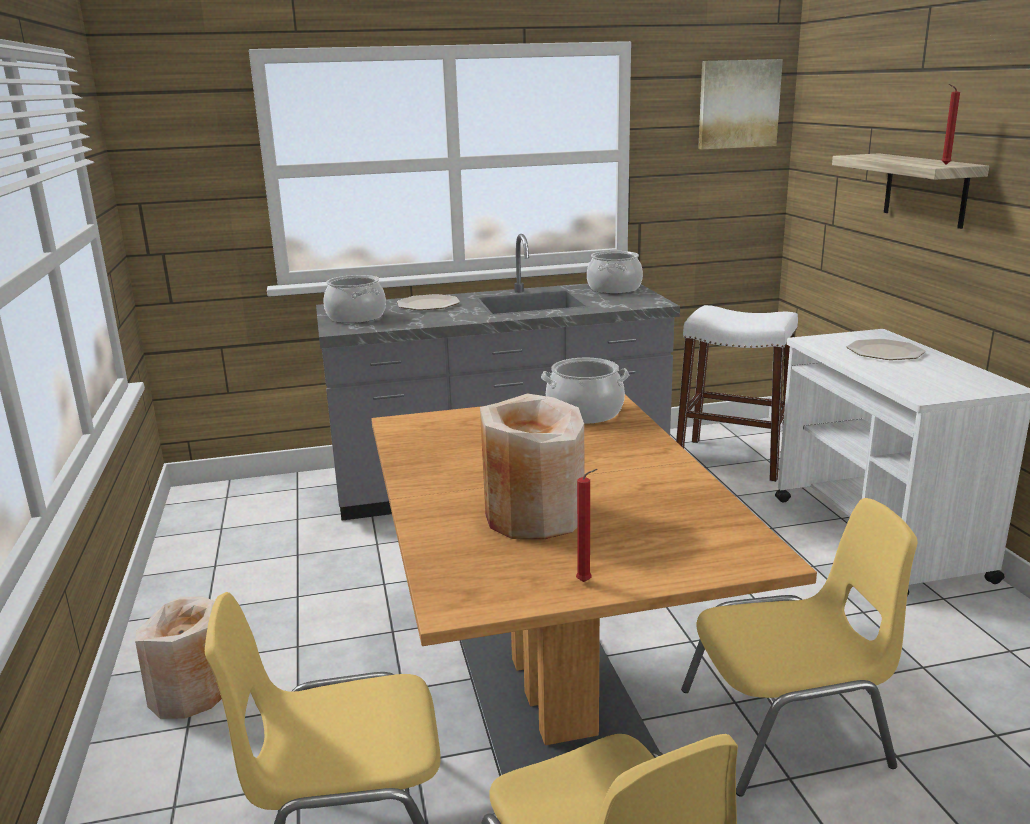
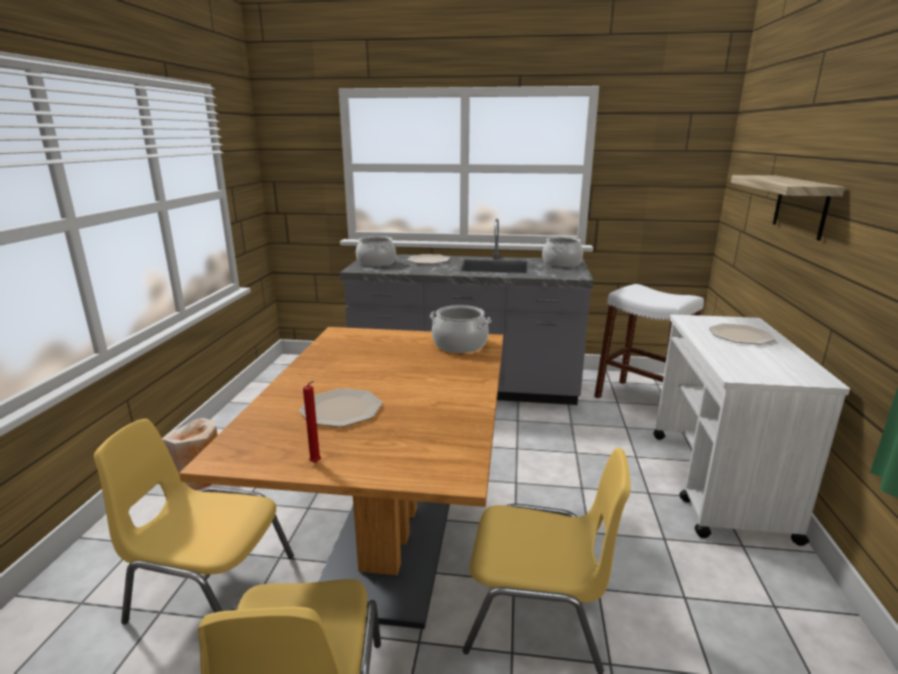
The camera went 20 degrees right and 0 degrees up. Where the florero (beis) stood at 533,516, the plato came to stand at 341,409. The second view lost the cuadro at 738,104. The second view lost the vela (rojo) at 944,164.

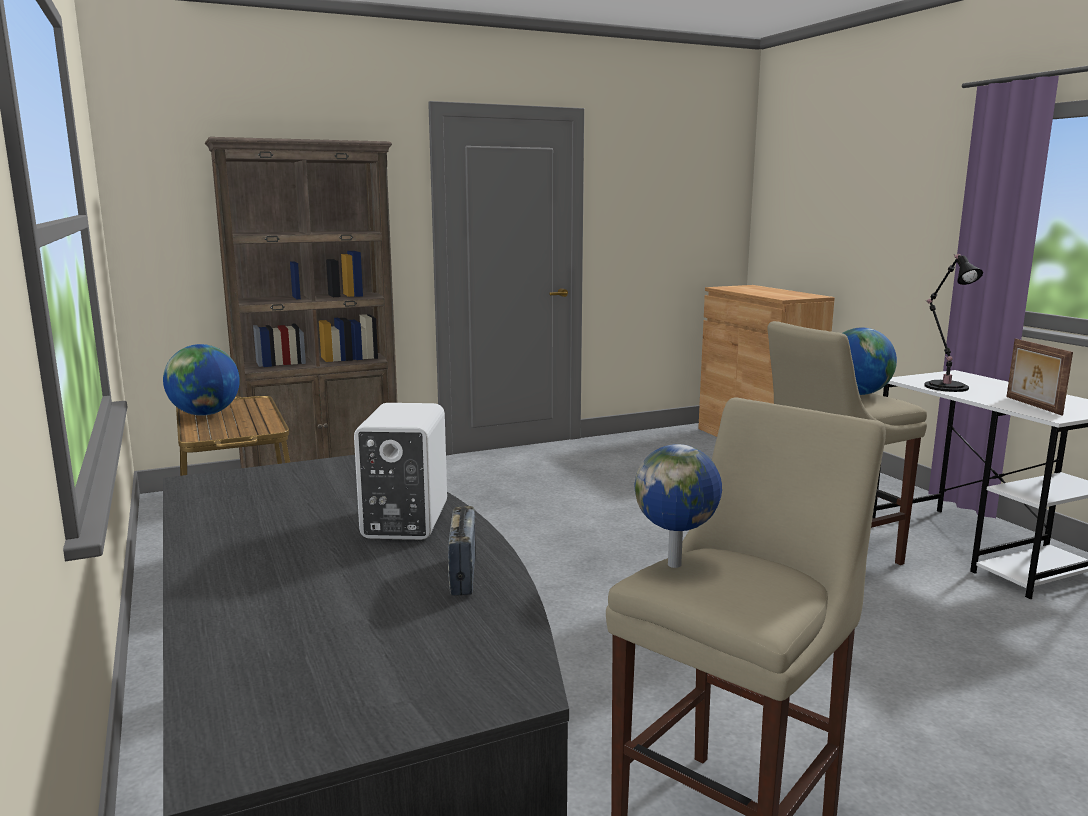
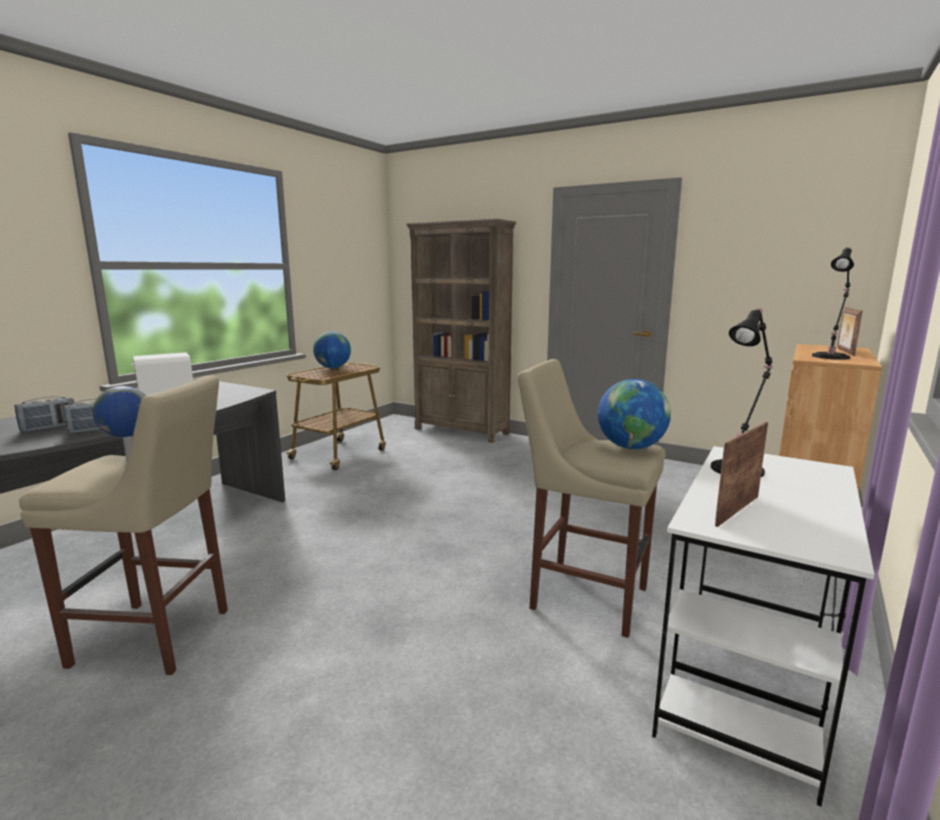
The camera went 55 degrees right and 0 degrees up. The second view gained the radio at 49,427. The second view gained the lámpara de mesa (negro) at 831,356. The second view gained the portarretratos at 844,352.

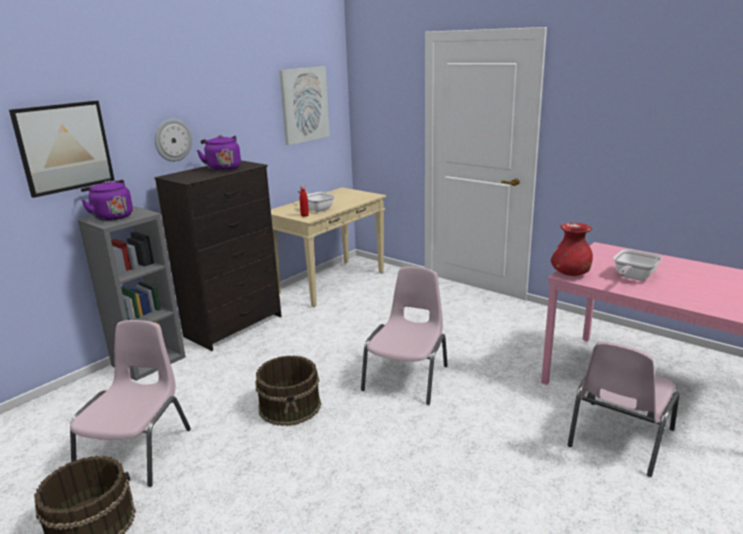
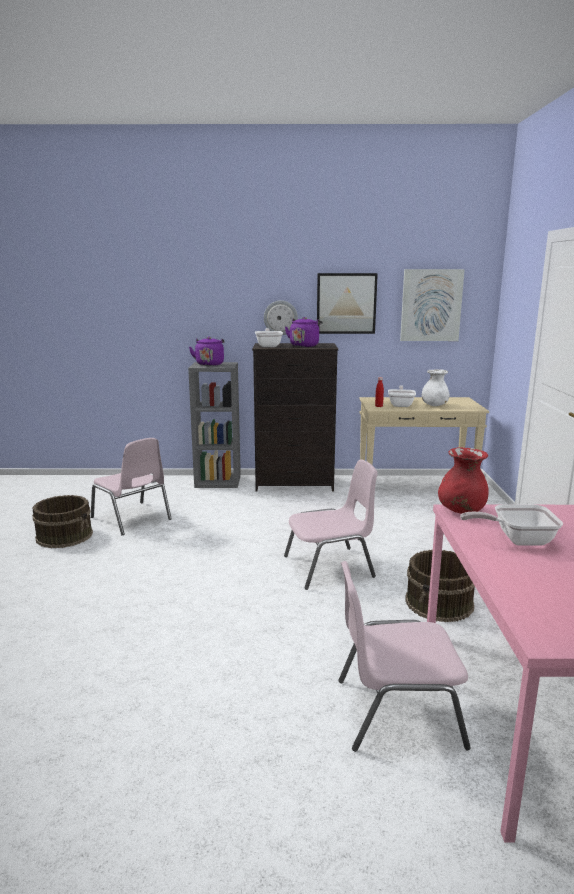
The camera went 50 degrees right and 5 degrees down. The silla (rosa) at 137,451 ended up facing another way, 75 degrees clockwise from before. The second view gained the sartén at 269,346. The cuadro ended up elsewhere, having gone from 64,147 to 346,303. The cubo (marrón) ended up elsewhere, having gone from 290,406 to 440,603. The second view gained the florero (blanco) at 434,405.

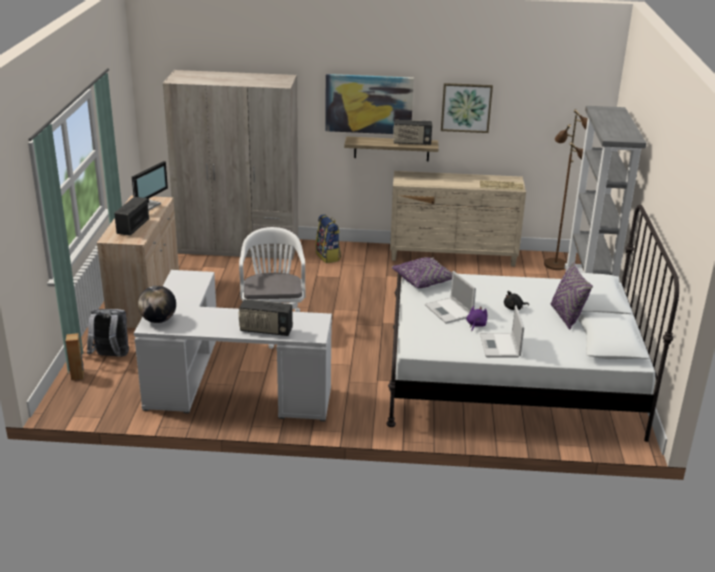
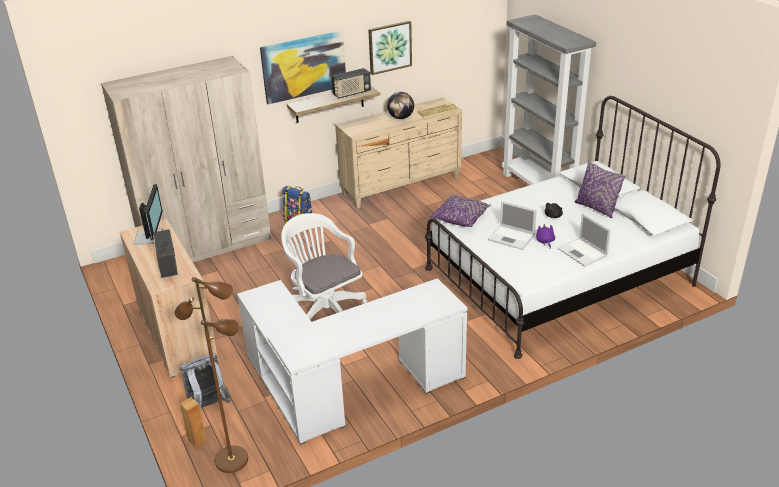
The camera went 30 degrees left and 5 degrees up. The lámpara de pie (marrón) ended up elsewhere, having gone from 556,264 to 232,459. The globo terráqueo ended up elsewhere, having gone from 158,320 to 401,118. The second view lost the radio at 266,330.

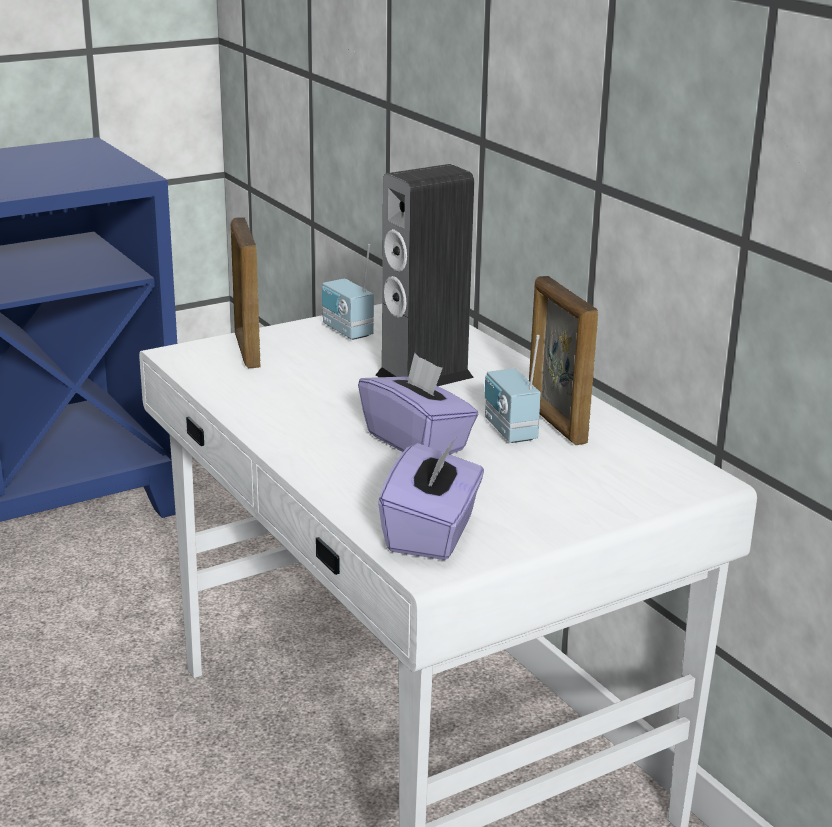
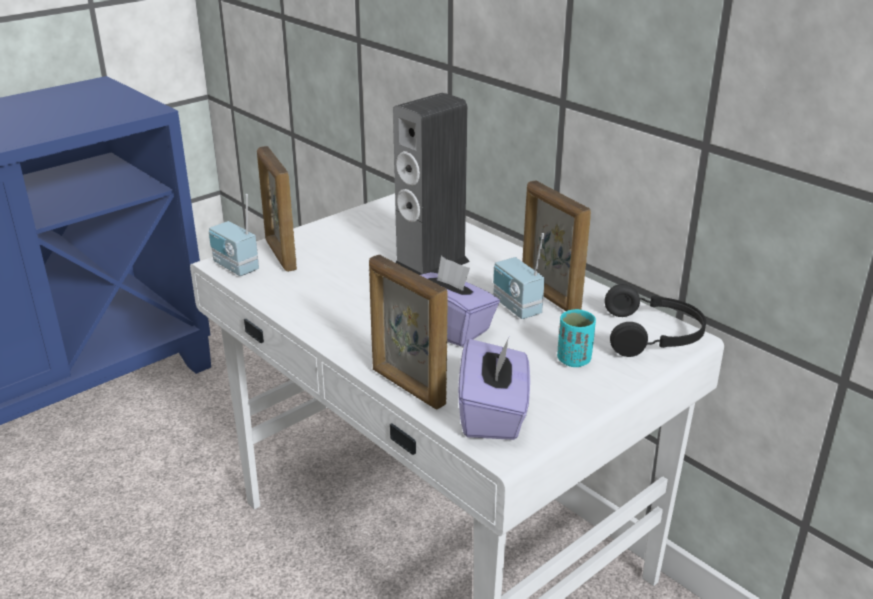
The camera went 10 degrees left and 5 degrees up. The radio ended up elsewhere, having gone from 346,331 to 234,267. The second view gained the portarretratos at 407,387. The second view gained the taza (turquesa) at 574,360. The second view gained the auriculares (negro) at 653,335.

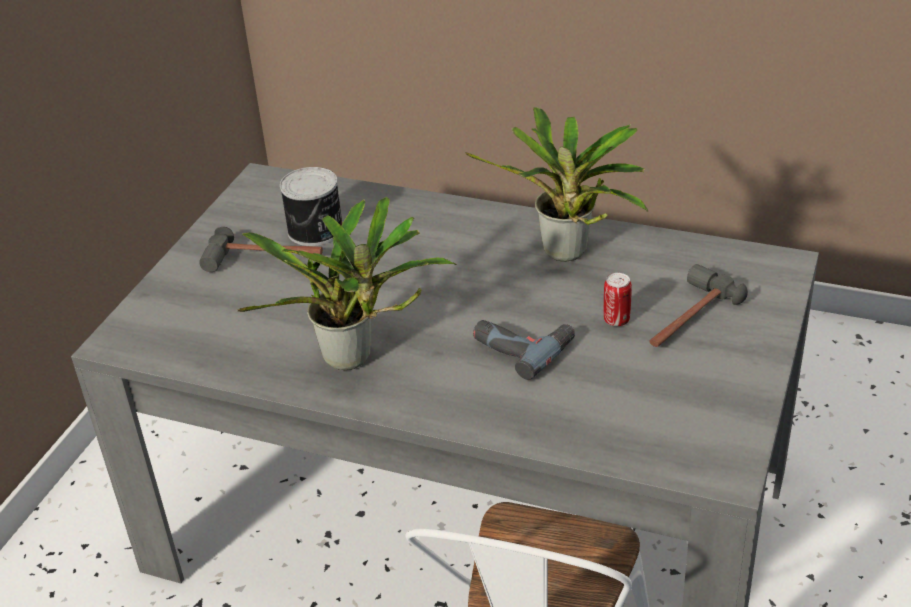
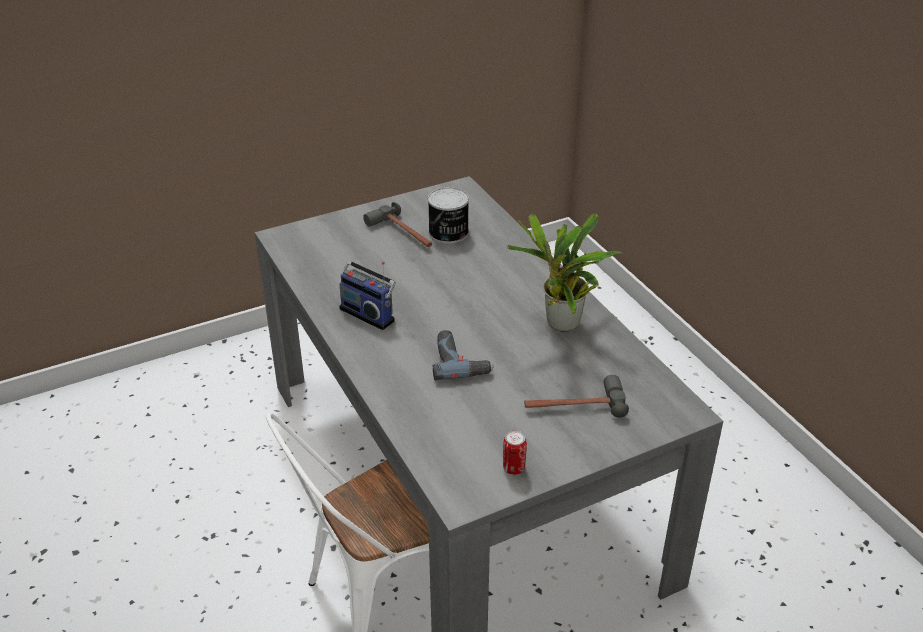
The camera went 40 degrees right and 0 degrees up. Where the planta en maceta stood at 354,359, the radio came to stand at 369,313. The lata ended up elsewhere, having gone from 616,320 to 513,468.

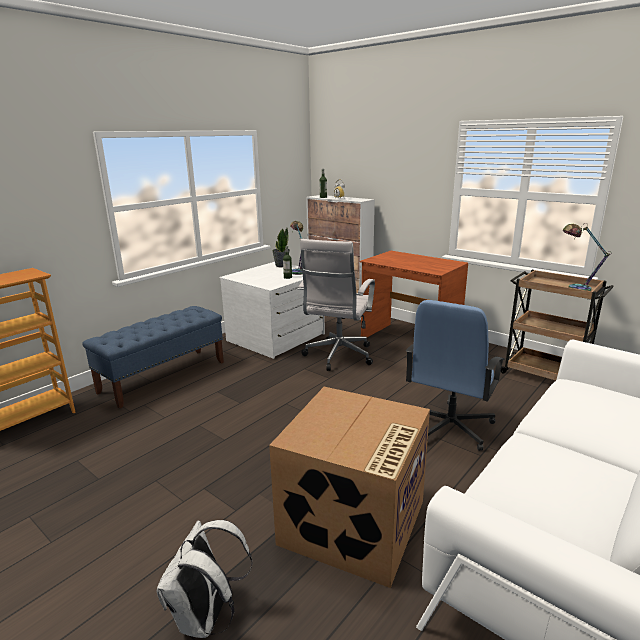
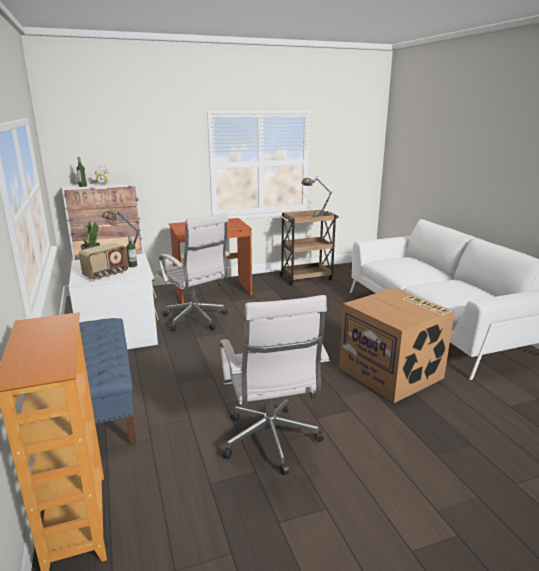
The camera went 60 degrees left and 0 degrees up. The second view gained the radio at 106,275. The second view gained the silla de oficina (blanco) at 271,442. The second view lost the mochila (blanco) at 207,617. The second view lost the silla de oficina (azul) at 449,426.

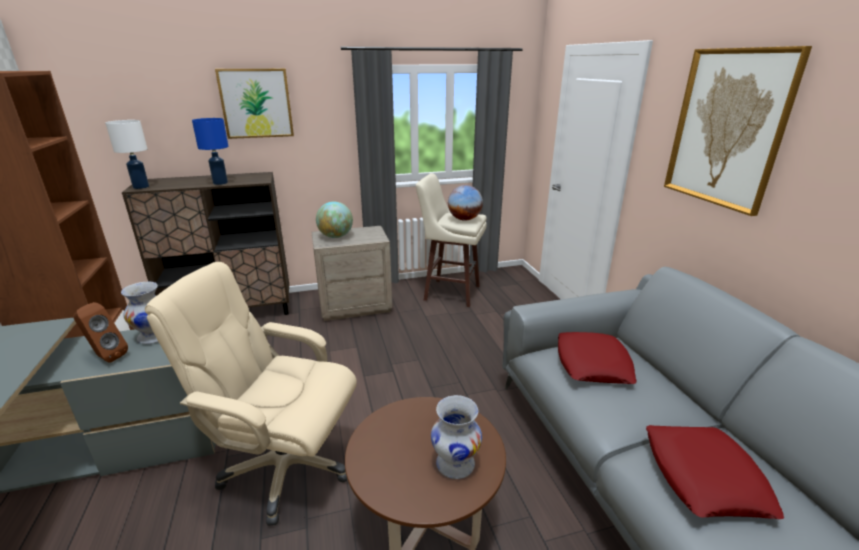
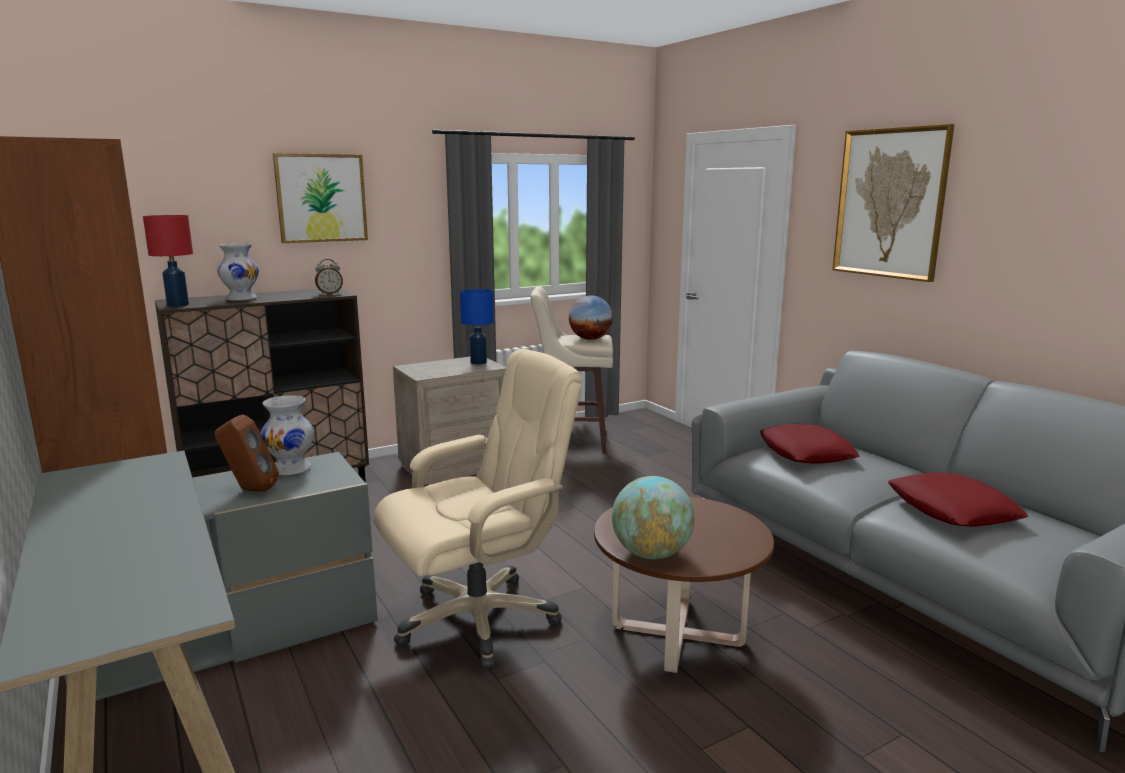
The camera went 15 degrees left and 10 degrees down. What was the lámpara de mesa (blanco) at 141,187 turned into the lámpara de mesa (rojo) at 177,305. The florero (blanco) ended up elsewhere, having gone from 455,463 to 241,299. The second view gained the despertador at 329,293. The silla de oficina (beis) at 285,467 ended up facing another way, 150 degrees clockwise from before. The lámpara de mesa (azul) ended up elsewhere, having gone from 220,183 to 478,362. The globo terráqueo ended up elsewhere, having gone from 336,236 to 651,554.

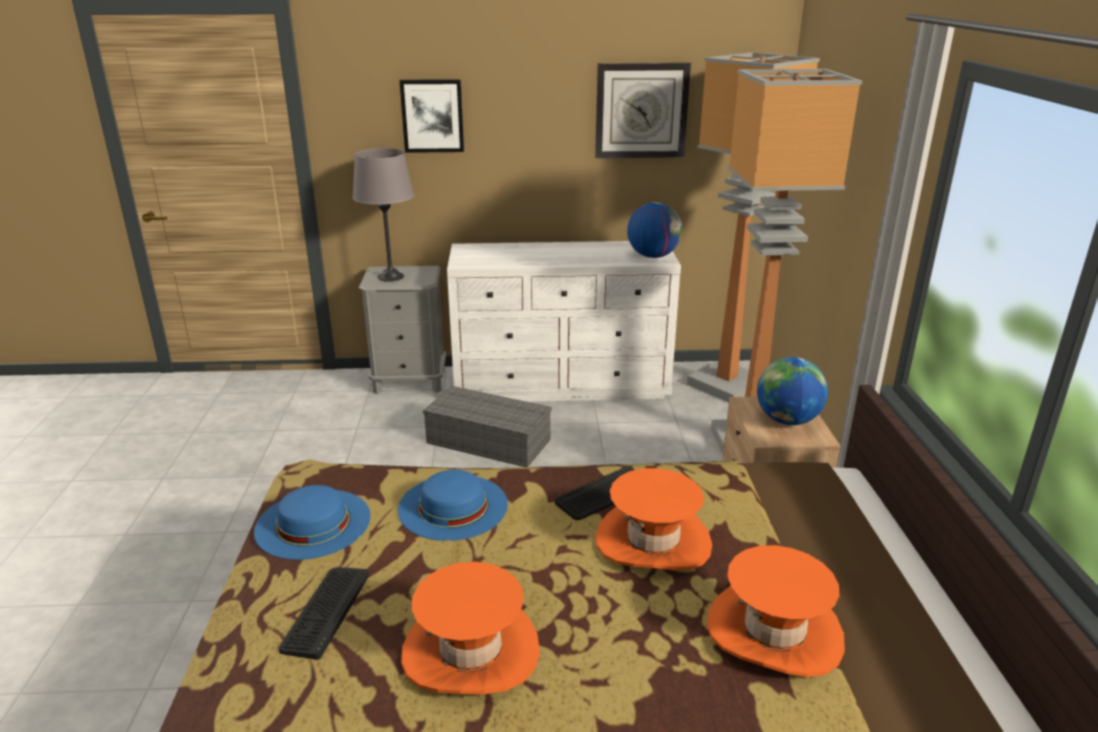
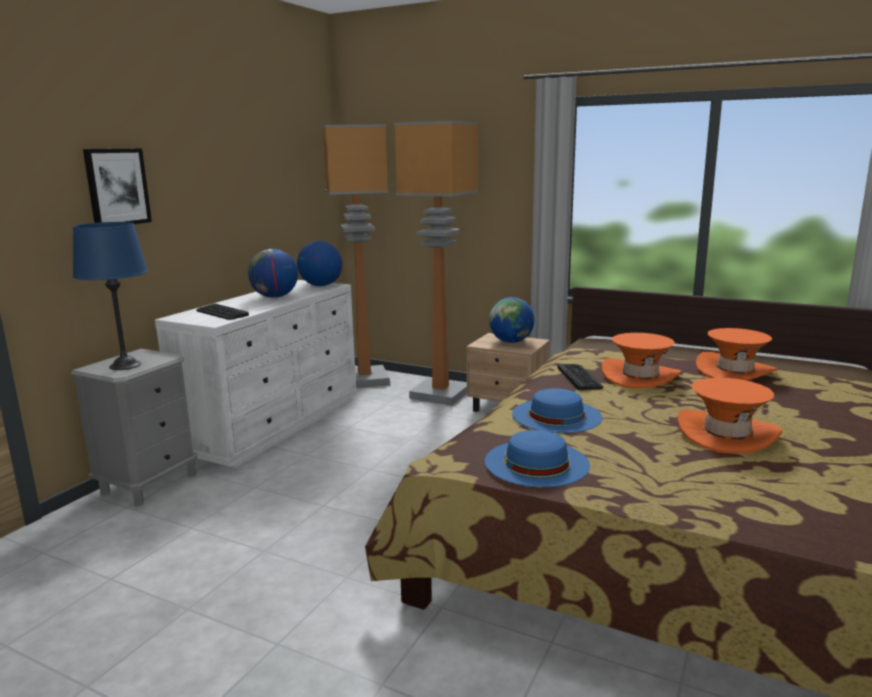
The camera went 60 degrees left and 10 degrees down. What was the lámpara de mesa (gris) at 390,277 turned into the lámpara de mesa (azul) at 125,365. The teclado ended up elsewhere, having gone from 325,611 to 221,313. The second view gained the globo terráqueo at 275,297. The second view lost the caja de almacenaje (gris) at 486,441. The second view lost the reloj de pared at 641,111.

